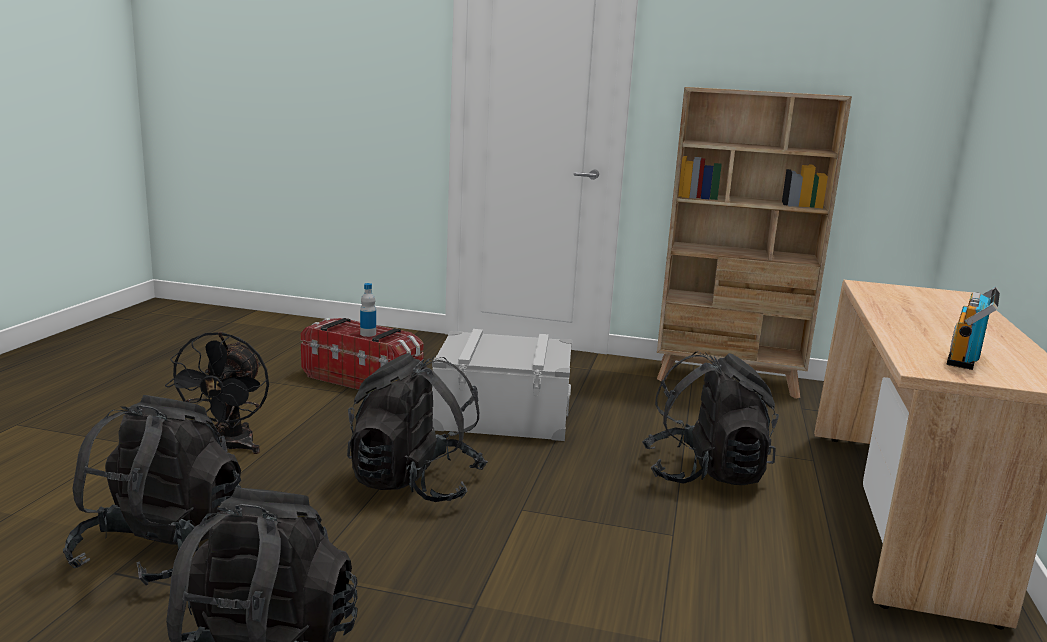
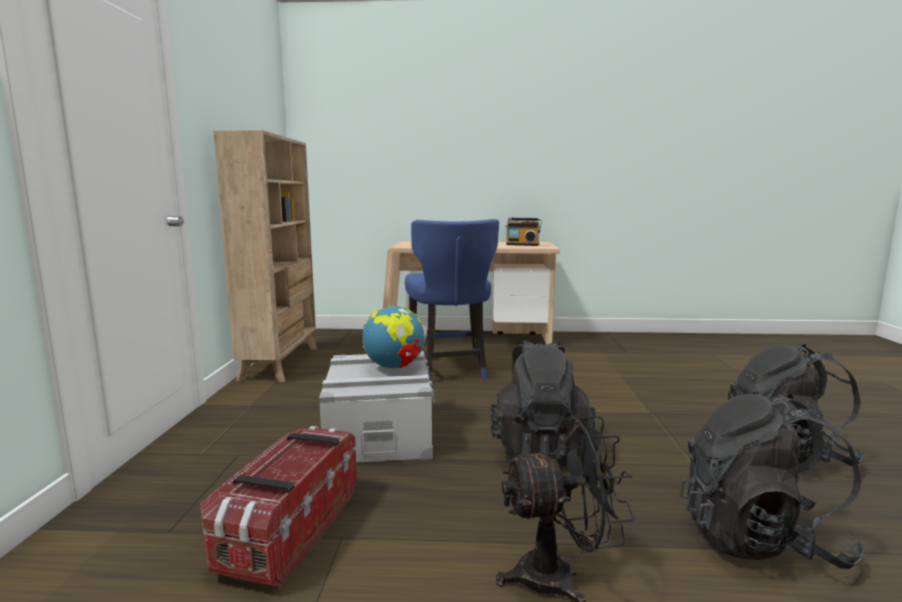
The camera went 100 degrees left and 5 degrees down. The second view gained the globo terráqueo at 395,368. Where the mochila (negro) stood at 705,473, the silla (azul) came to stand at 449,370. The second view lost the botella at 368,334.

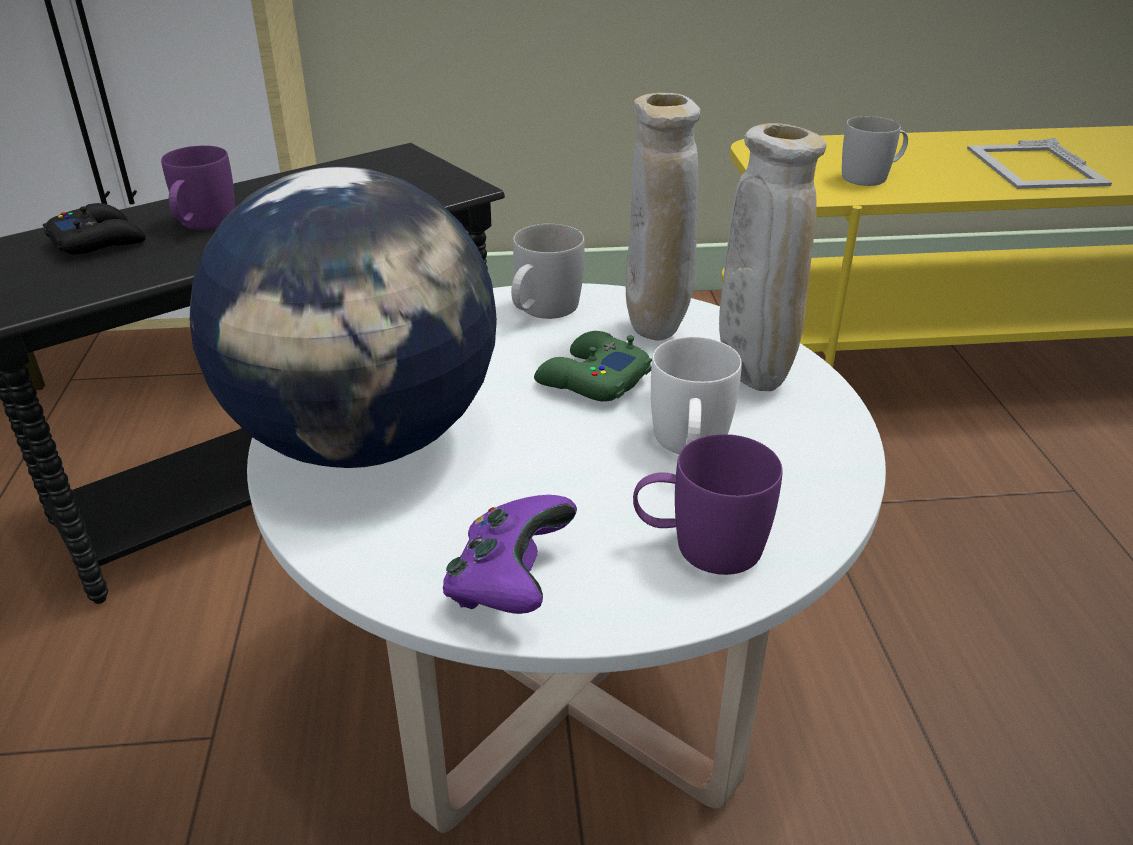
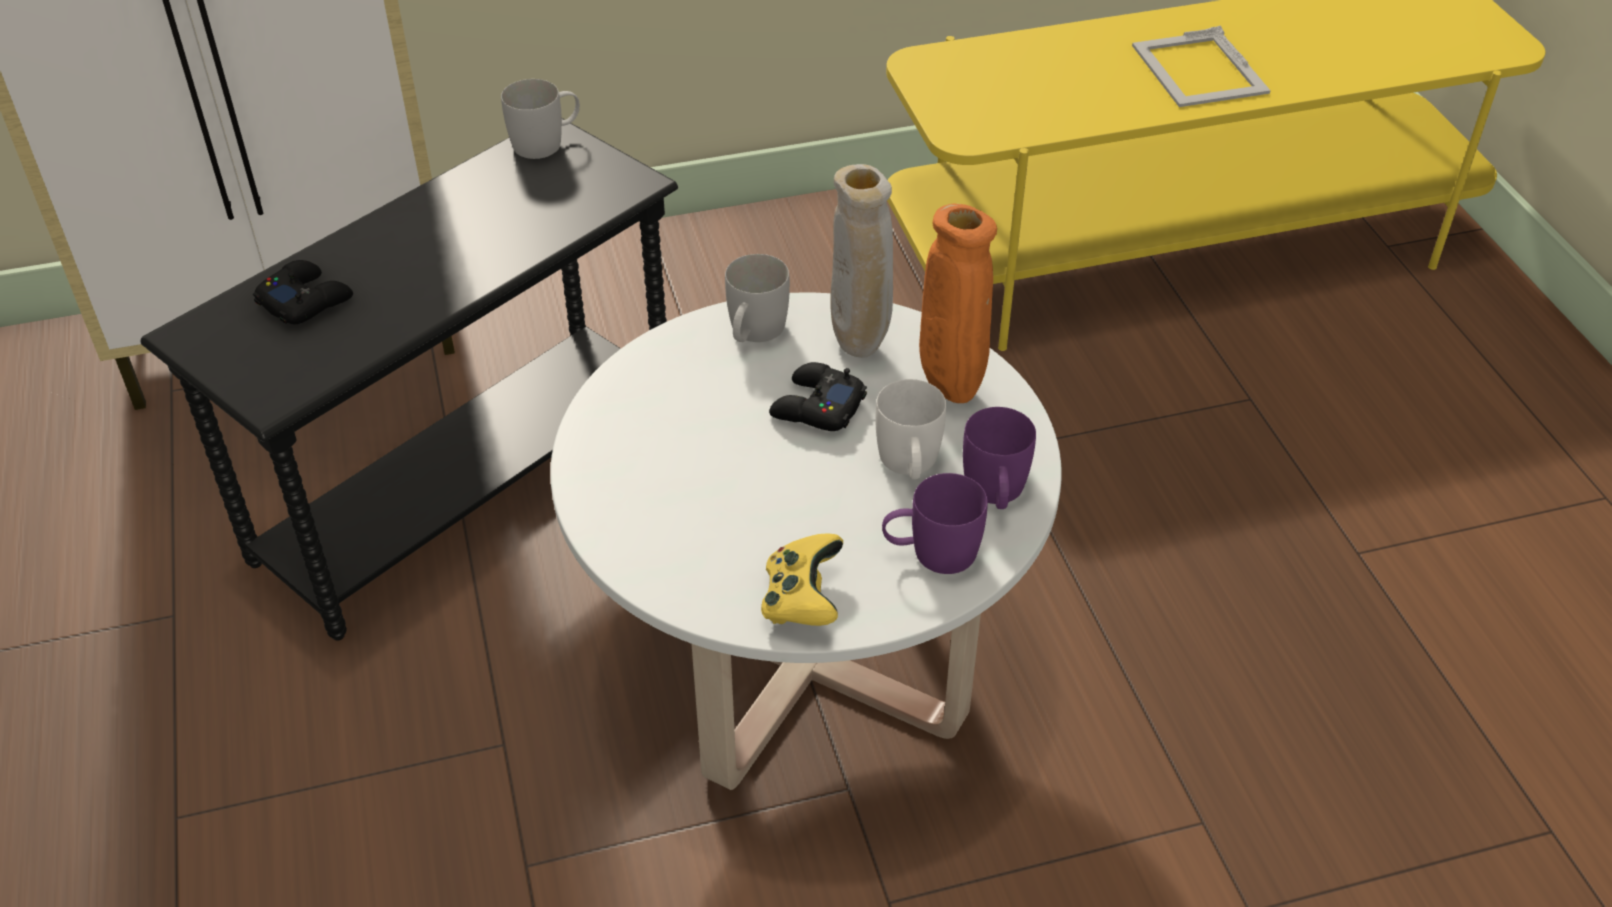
The camera went 10 degrees left and 10 degrees up. The taza grande (blanco) ended up elsewhere, having gone from 872,177 to 547,142. What was the mando de consola (morado) at 509,583 turned into the mando de consola (amarillo) at 802,601. What was the mando de consola (verde) at 591,380 turned into the mando de consola (negro) at 816,407. What was the florero (beis) at 752,379 turned into the florero (naranja) at 949,391. The taza grande (morado) ended up elsewhere, having gone from 202,225 to 995,494. The second view lost the globo terráqueo at 365,442.

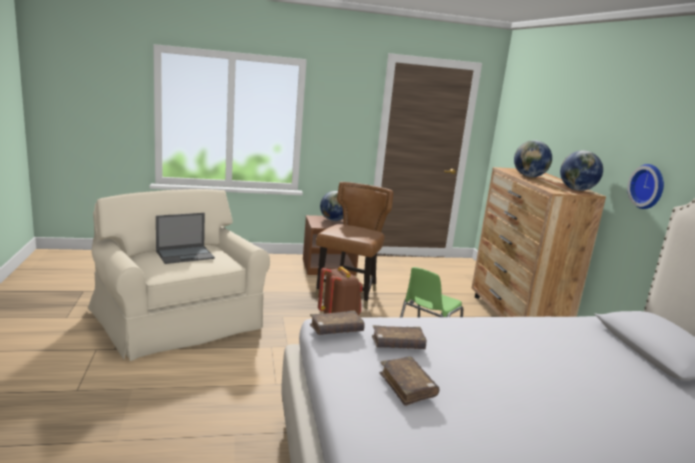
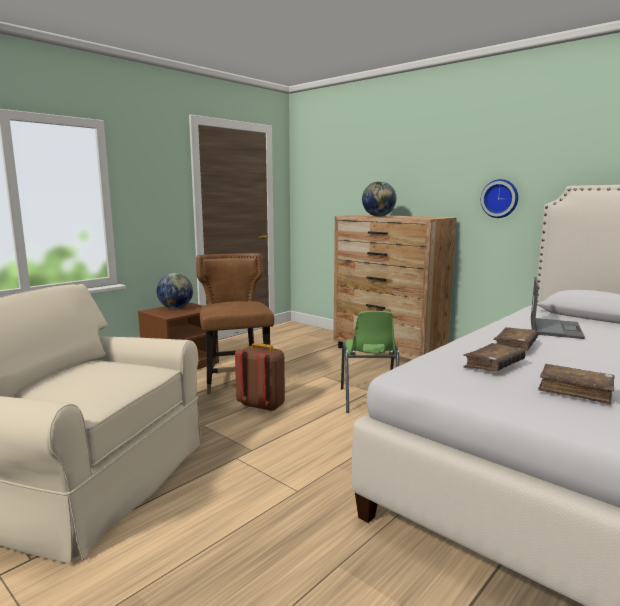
The camera went 35 degrees left and 5 degrees down. The libro (marrón) ended up elsewhere, having gone from 336,330 to 515,346. The portátil ended up elsewhere, having gone from 185,255 to 555,328. The second view lost the globo terráqueo at 576,190.

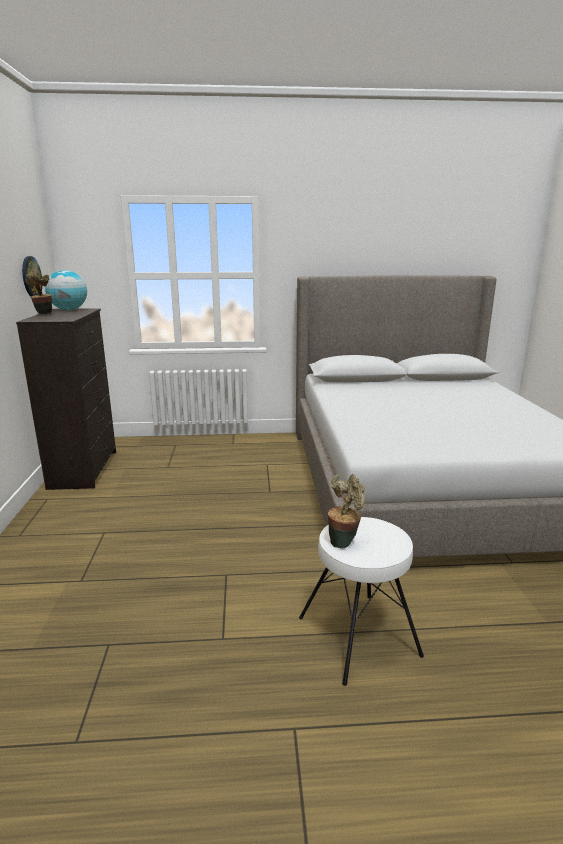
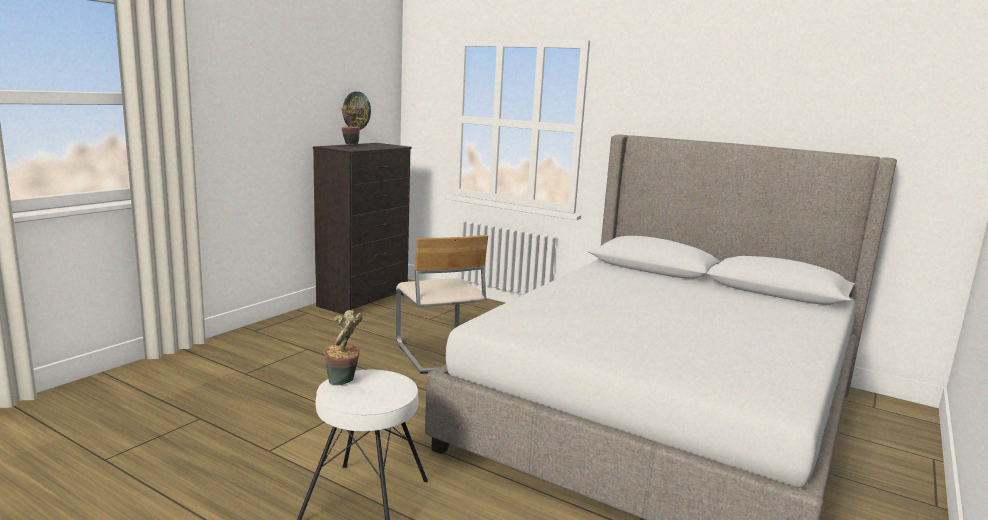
The camera went 35 degrees right and 5 degrees down. The second view gained the silla (beis) at 439,354. The second view lost the globo terráqueo at 69,310.

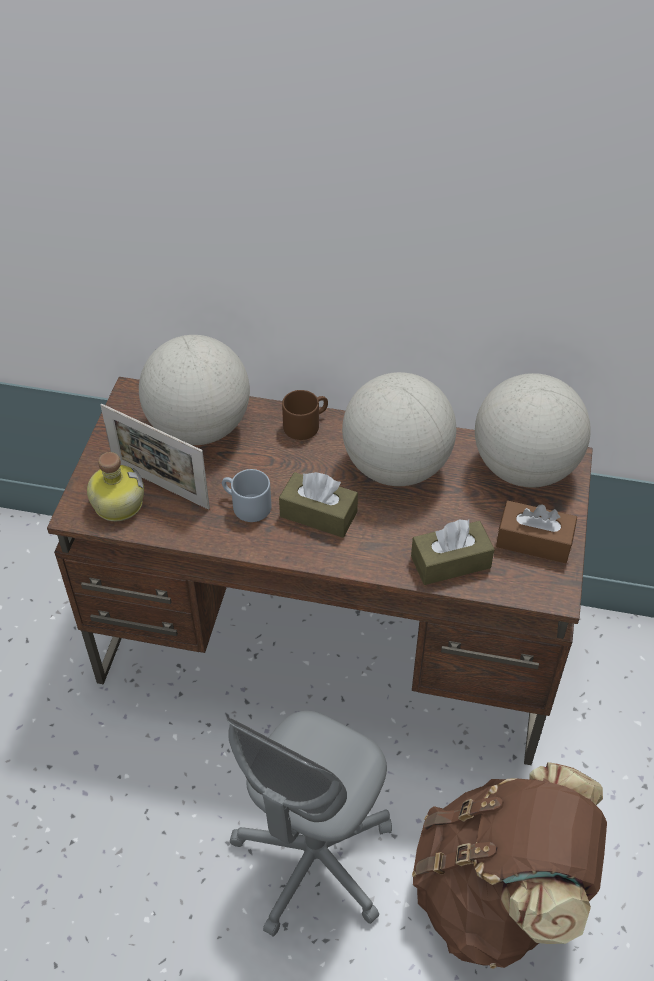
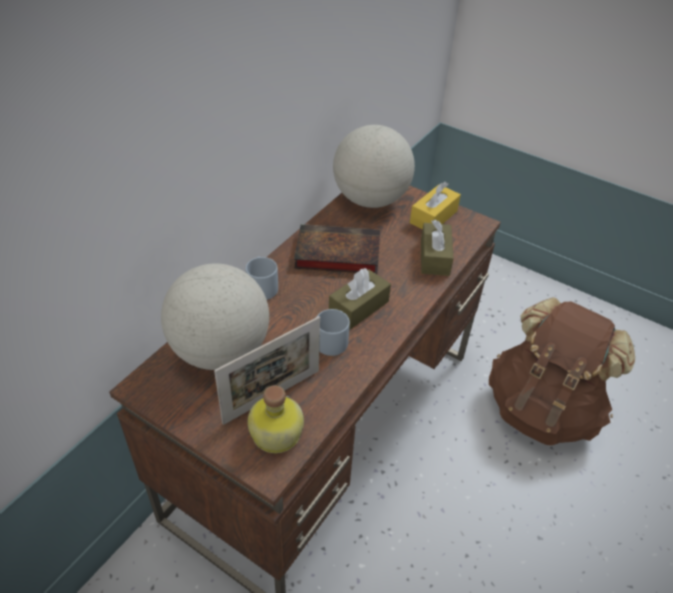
The camera went 70 degrees left and 5 degrees down. What was the taza grande (marrón) at 306,424 turned into the taza grande (gris) at 261,285. Where the globo terráqueo stood at 396,467, the libro came to stand at 335,254. What was the caja de pañuelos (marrón) at 534,541 turned into the caja de pañuelos (amarillo) at 433,217. The second view lost the silla de oficina (gris) at 314,860.

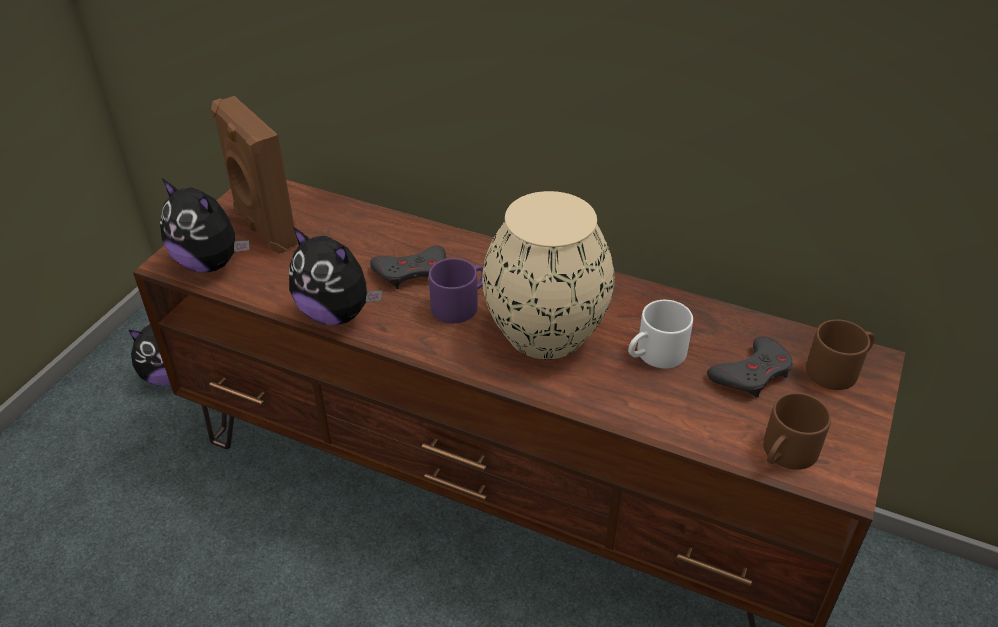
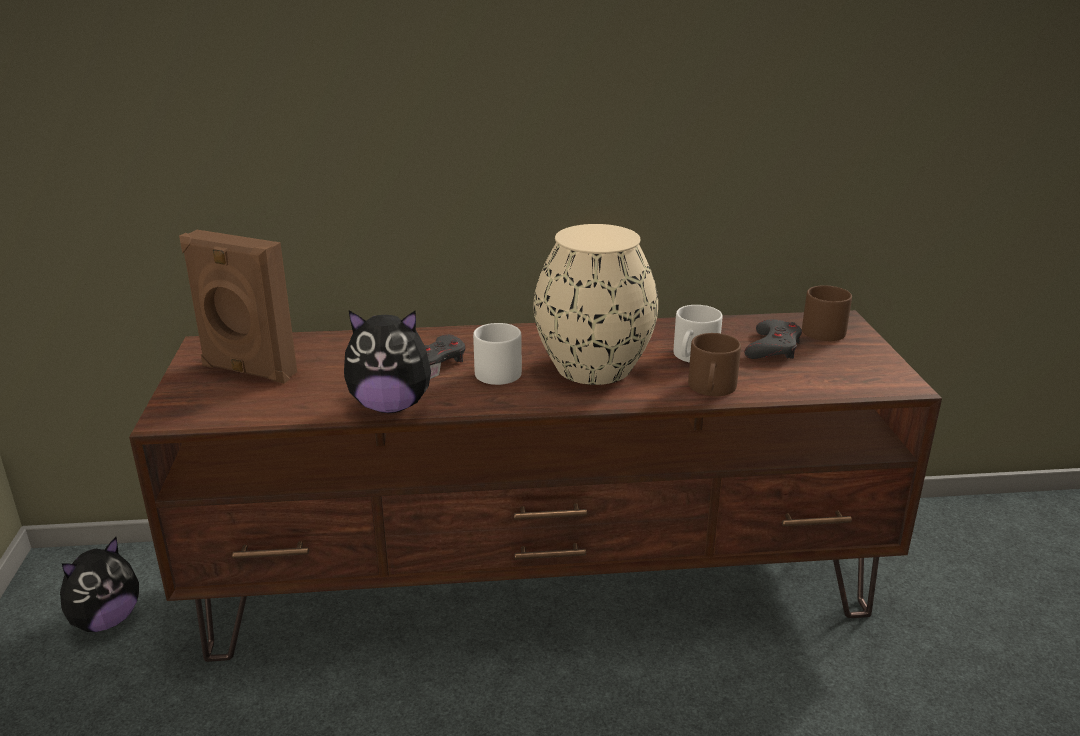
The camera went 30 degrees left and 15 degrees down. What was the taza grande (morado) at 460,303 turned into the taza grande (blanco) at 500,370. The taza grande (marrón) ended up elsewhere, having gone from 786,455 to 712,389. The second view lost the peluche at 210,263.

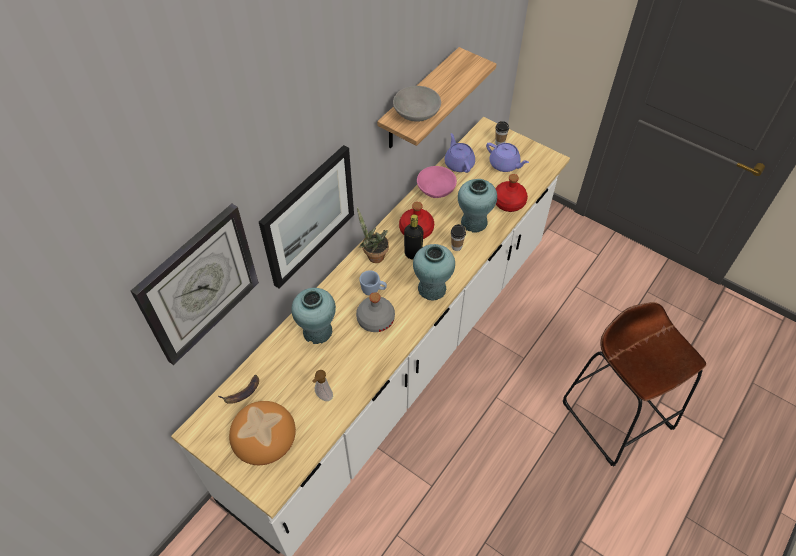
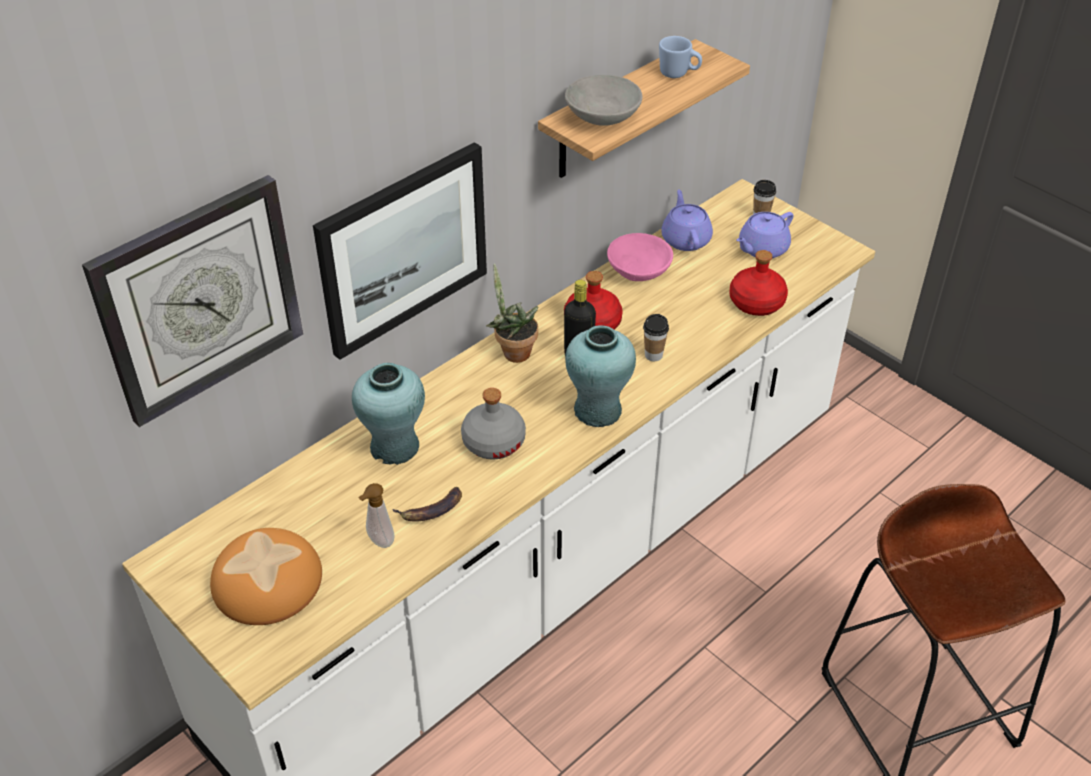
The camera went 10 degrees right and 10 degrees down. The plátano ended up elsewhere, having gone from 242,392 to 431,510. The taza grande (azul) ended up elsewhere, having gone from 373,290 to 678,74. The tetera (morado) at 505,164 ended up facing another way, 90 degrees clockwise from before. The second view lost the florero (turquesa) at 474,222.

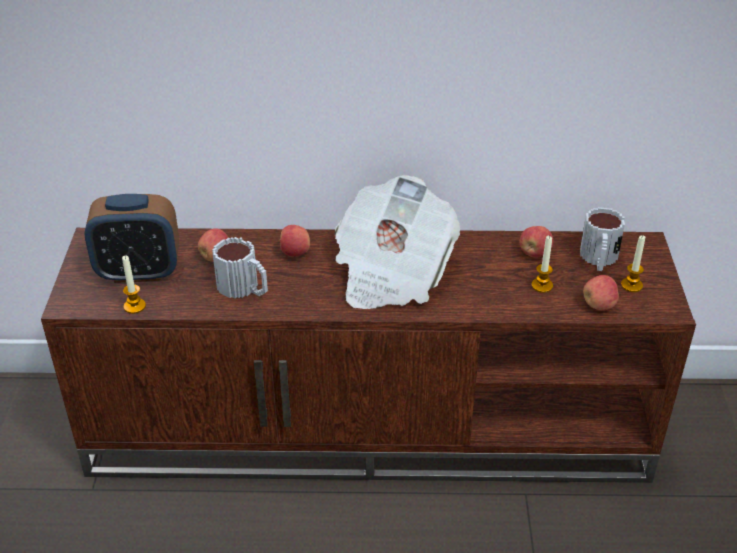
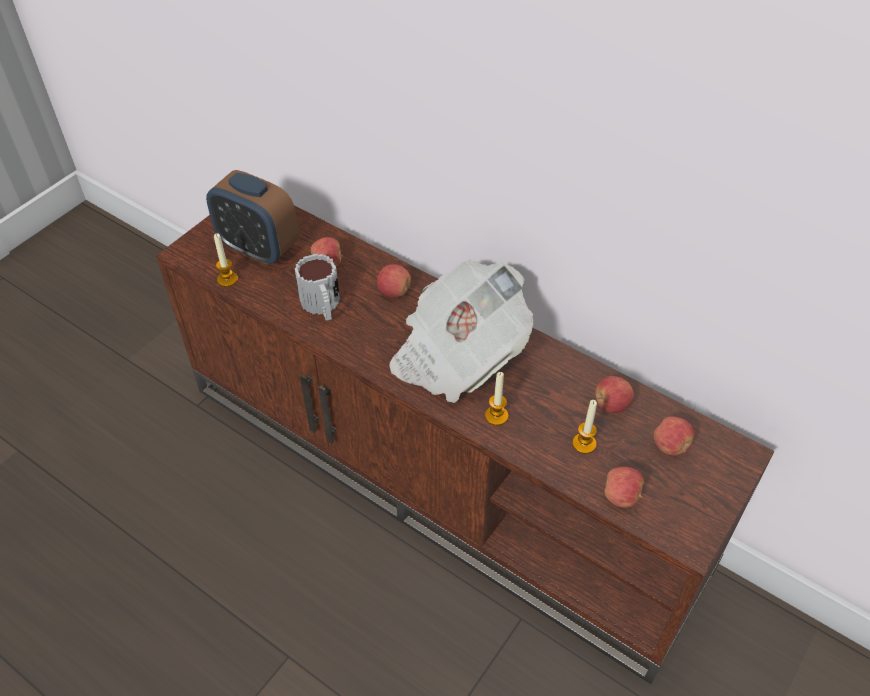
The camera went 35 degrees right and 10 degrees up. The vela ended up elsewhere, having gone from 631,285 to 496,416. Where the taza grande stood at 598,259, the manzana came to stand at 670,446.

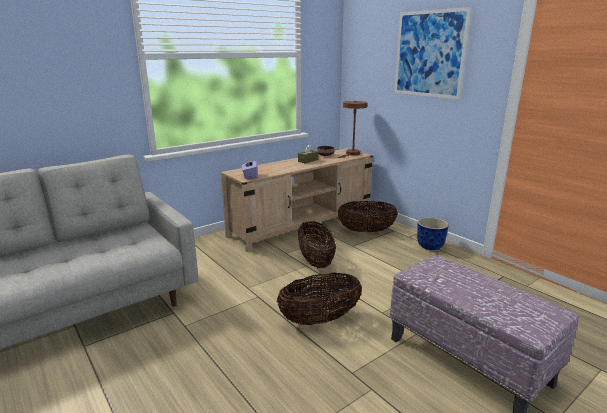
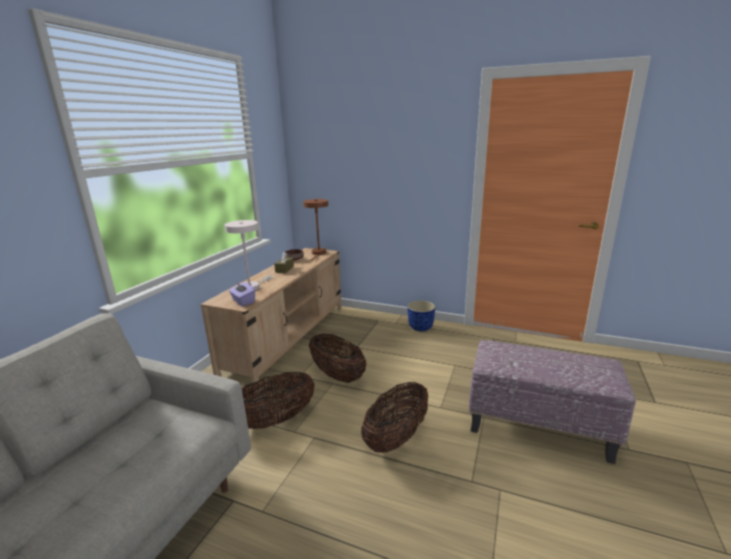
The camera went 30 degrees left and 0 degrees up. The second view gained the lámpara de mesa (blanco) at 252,286. The cesta ended up elsewhere, having gone from 366,231 to 275,420. The second view lost the cuadro at 429,54.

